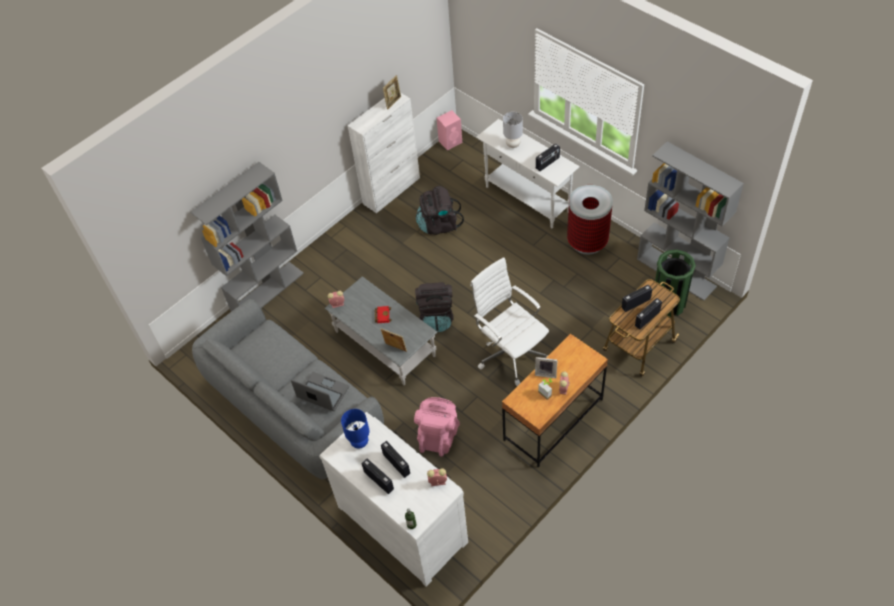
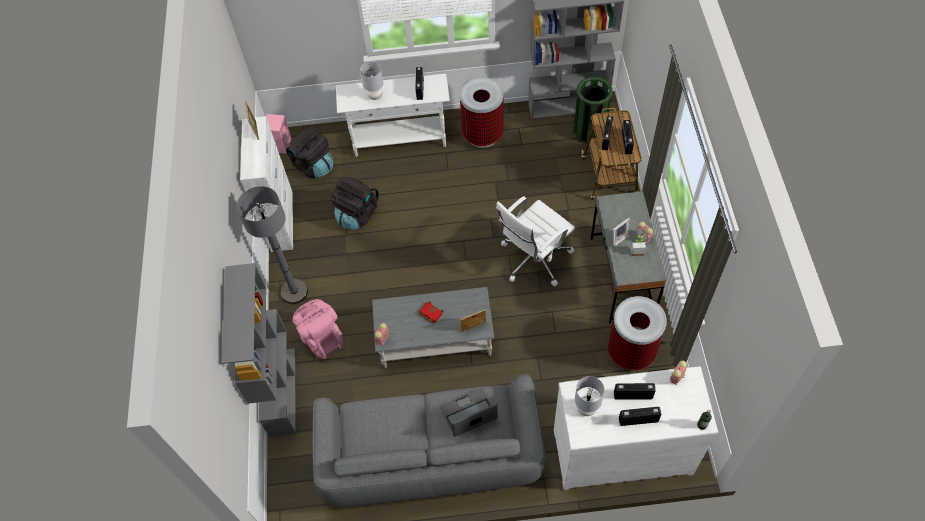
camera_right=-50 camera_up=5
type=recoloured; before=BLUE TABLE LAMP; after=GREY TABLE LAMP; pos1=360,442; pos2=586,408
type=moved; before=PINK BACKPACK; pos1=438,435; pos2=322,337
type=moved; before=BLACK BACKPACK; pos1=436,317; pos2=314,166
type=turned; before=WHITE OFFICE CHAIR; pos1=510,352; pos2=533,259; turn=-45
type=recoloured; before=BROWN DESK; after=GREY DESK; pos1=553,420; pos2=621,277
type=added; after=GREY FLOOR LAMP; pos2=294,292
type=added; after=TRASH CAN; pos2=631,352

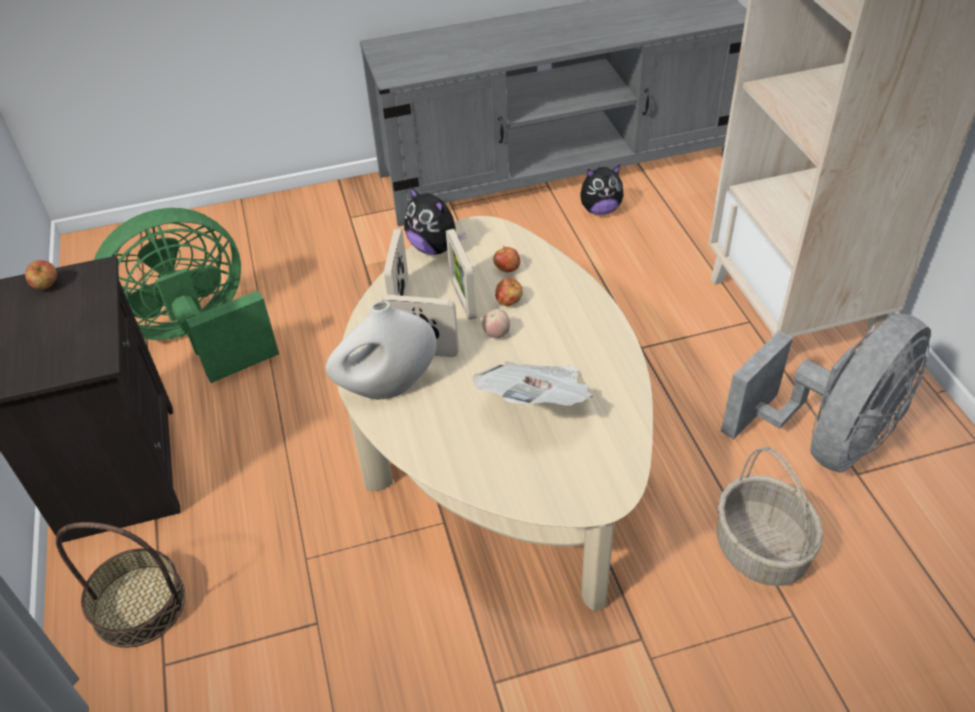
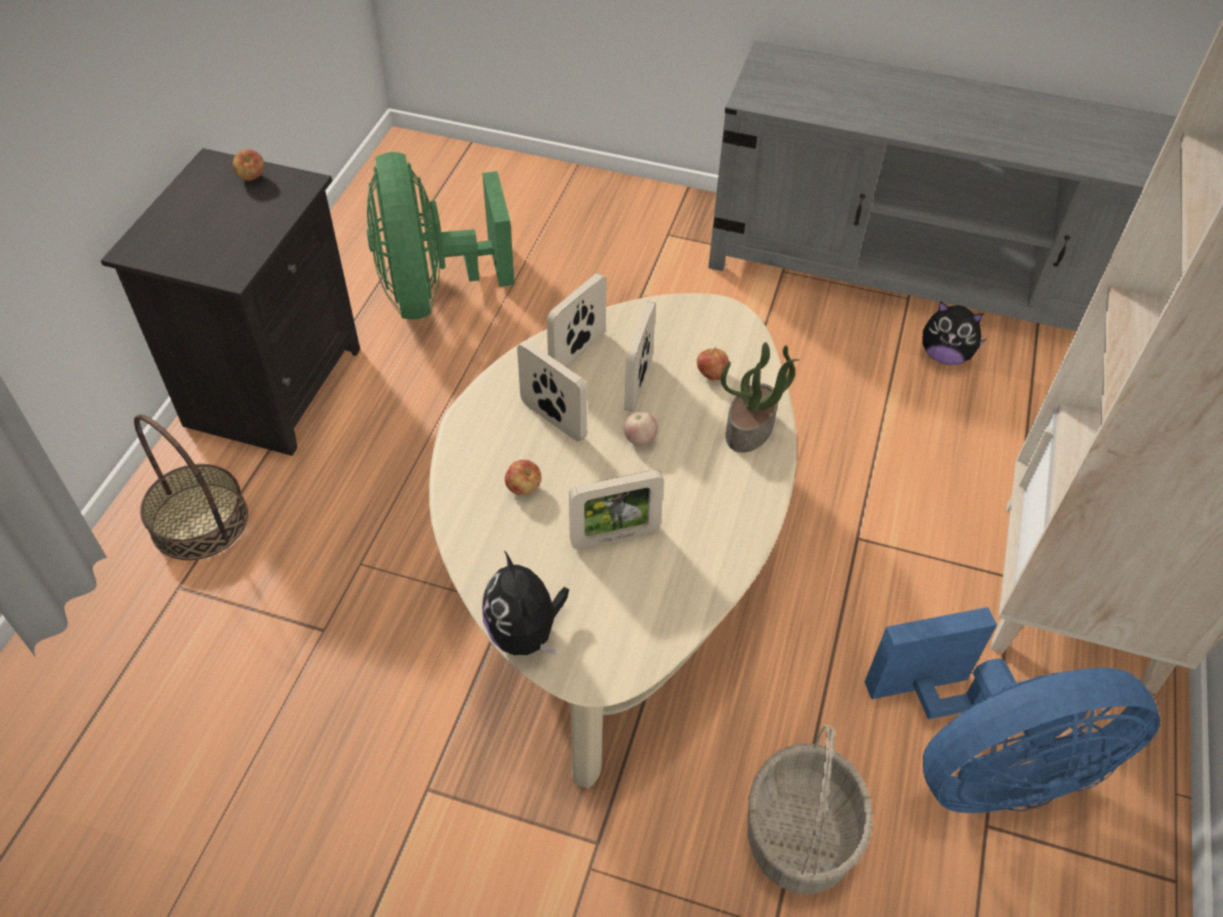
camera_right=30 camera_up=5
type=turned; before=GREEN FAN; pos1=199,337; pos2=433,291; turn=-105
type=removed; before=WHITE VASE; pos1=387,388
type=moved; before=PLUSH TOY; pos1=434,247; pos2=525,633
type=replaced; before=NEWSPAPER; after=PICTURE FRAME; pos1=537,403; pos2=615,537
type=moved; before=APPLE; pos1=509,302; pos2=523,488
type=recoloured; before=GREY FAN; after=BLUE FAN; pos1=827,440; pos2=985,766
type=added; after=POTTED PLANT; pos2=750,430

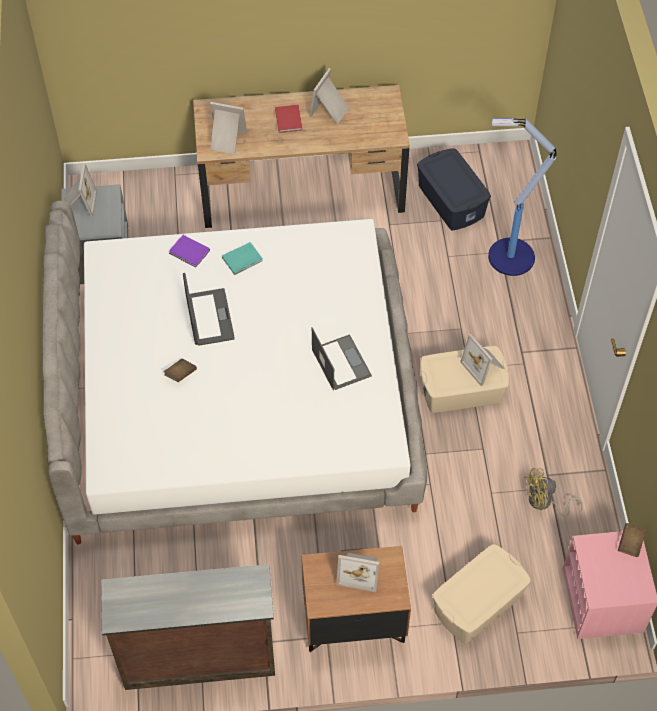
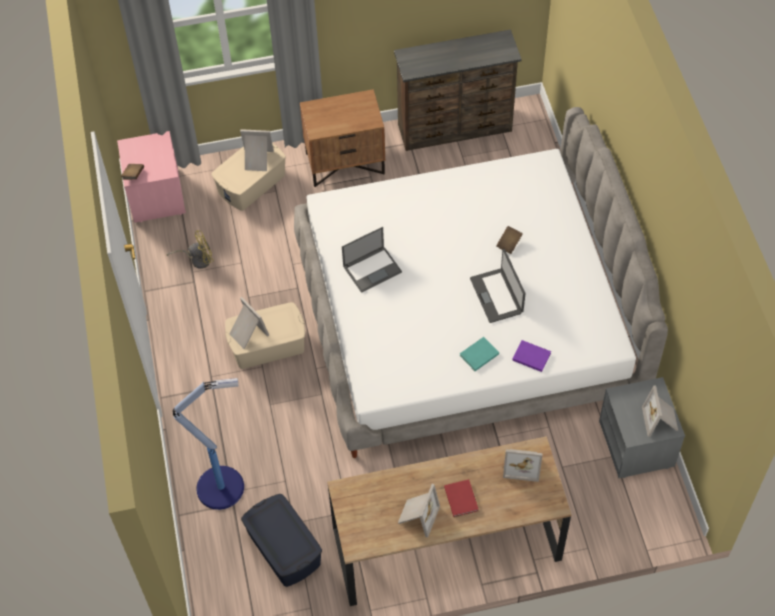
camera_right=175 camera_up=0
type=turned; before=LAPTOP; pos1=340,362; pos2=372,269; turn=-90
type=moved; before=PICTURE FRAME; pos1=359,571; pos2=257,160

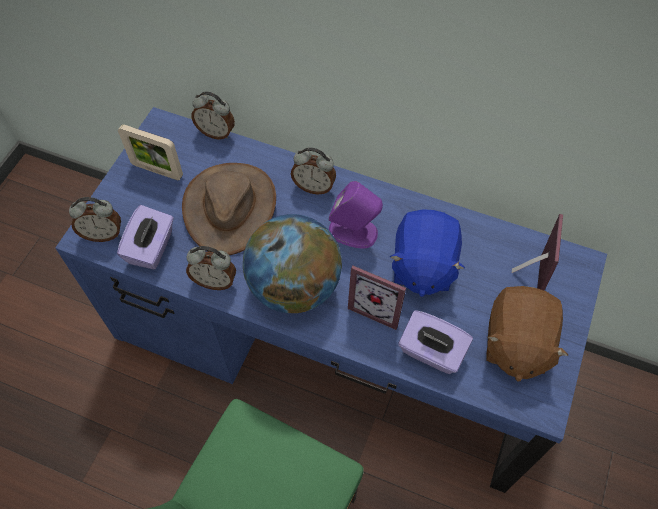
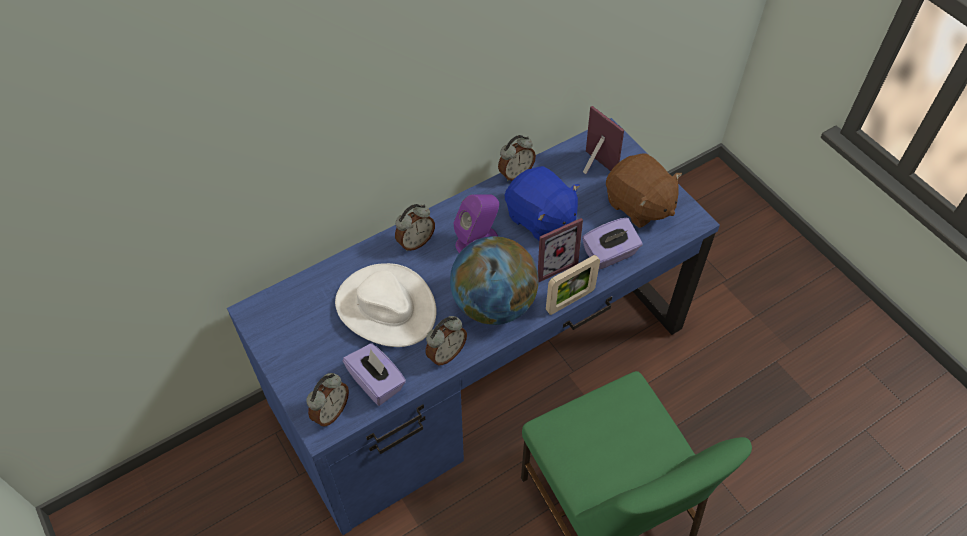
camera_right=-55 camera_up=-5
type=moved; before=PICTURE FRAME; pos1=157,170; pos2=570,301
type=recoloured; before=BROWN HAT; after=WHITE HAT; pos1=230,208; pos2=385,307
type=moved; before=ALARM CLOCK; pos1=216,132; pos2=515,173

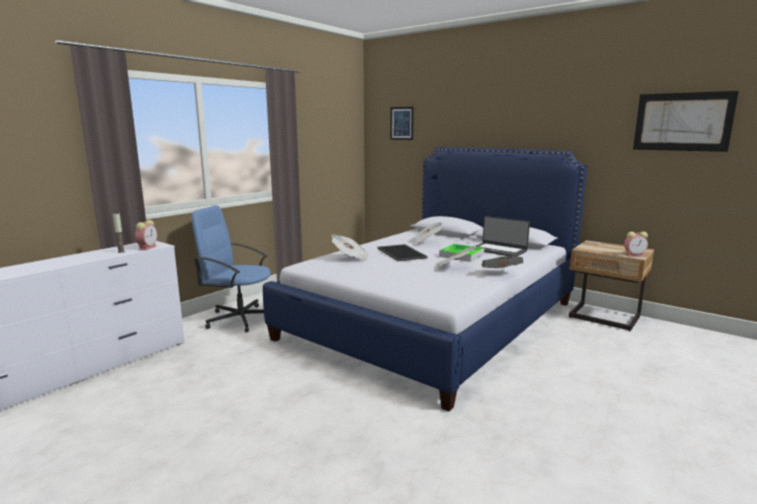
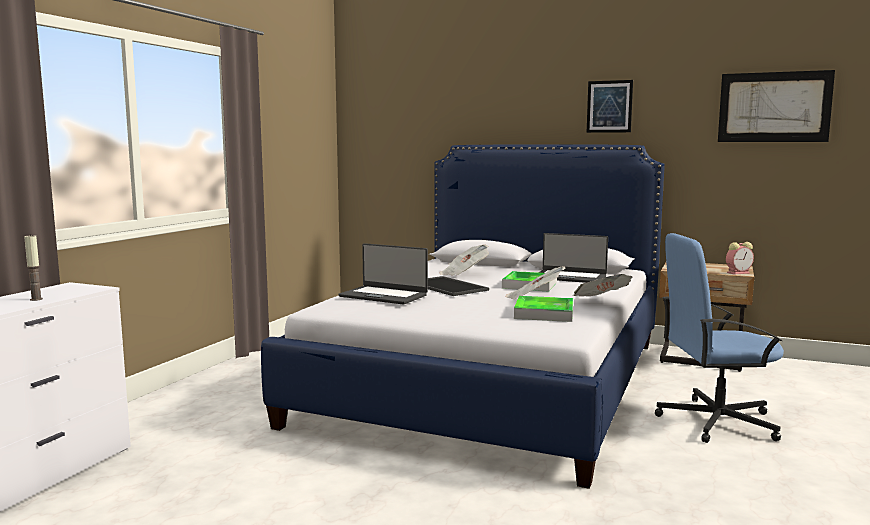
camera_right=-15 camera_up=-5
type=removed; before=ALARM CLOCK; pos1=148,247
type=moved; before=BLUE OFFICE CHAIR; pos1=240,318; pos2=715,421
type=replaced; before=NEWSPAPER; after=LAPTOP; pos1=351,258; pos2=384,295
type=moved; before=PICTURE; pos1=401,123; pos2=609,106
type=added; after=TRAY; pos2=544,313

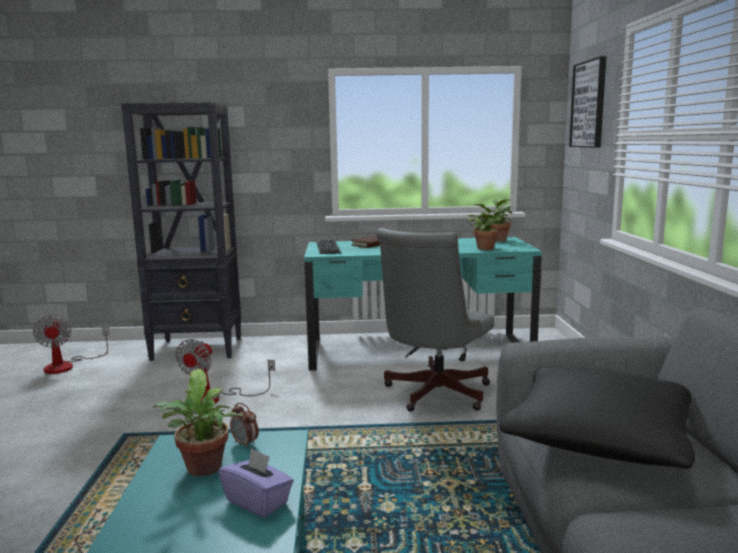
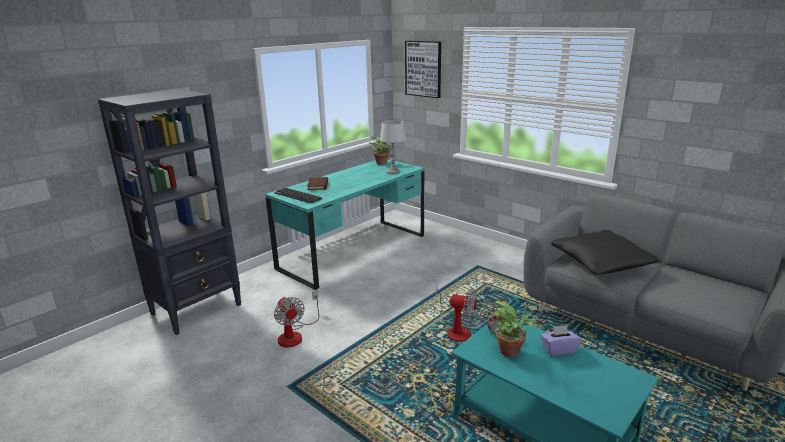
camera_right=-45 camera_up=10
type=moved; before=FAN; pos1=67,365; pos2=455,330
type=removed; before=GREY OFFICE CHAIR; pos1=433,394
type=replaced; before=POTTED PLANT; after=GREY TABLE LAMP; pos1=487,248; pos2=393,172

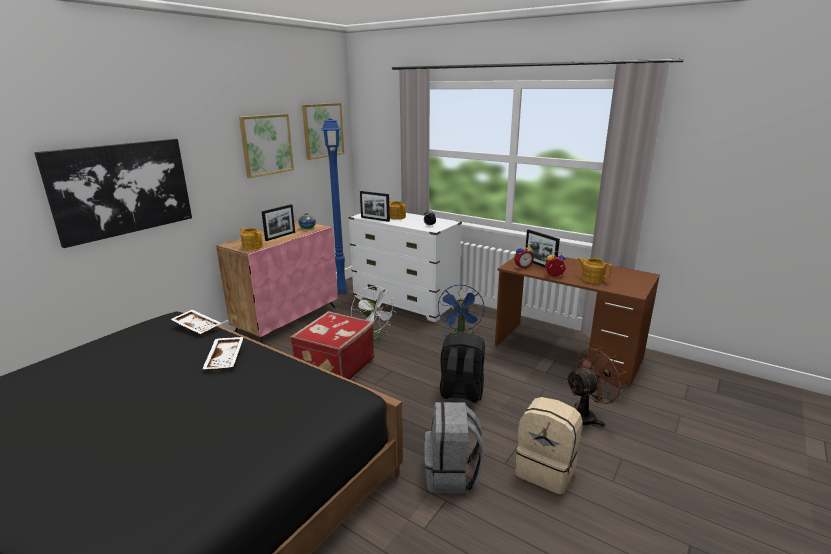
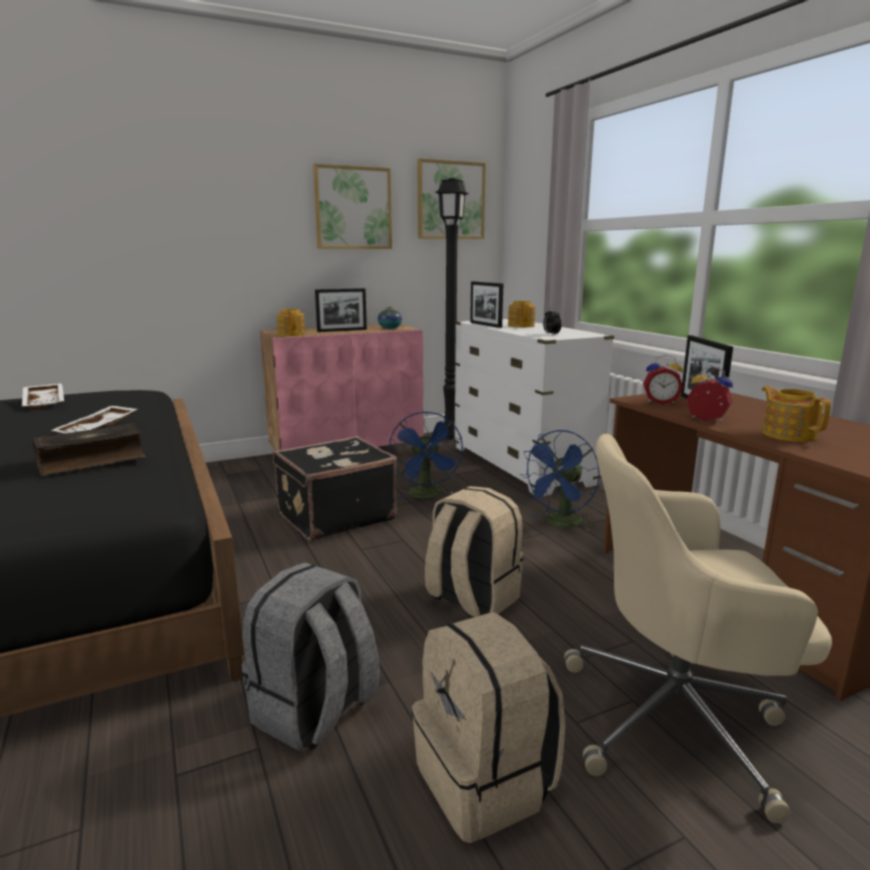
camera_right=30 camera_up=-5
type=removed; before=PICTURE; pos1=122,189
type=moved; before=WHITE TRAY; pos1=198,326; pos2=46,402
type=recoloured; before=RED SUITCASE; after=BLACK SUITCASE; pos1=334,367; pos2=335,516
type=recoloured; before=BLUE FLOOR LAMP; after=BLACK FLOOR LAMP; pos1=342,290; pos2=451,437
type=recoloured; before=WHITE FAN; after=BLUE FAN; pos1=374,338; pos2=427,496
type=recoloured; before=BLACK BACKPACK; after=BEIGE BACKPACK; pos1=461,393; pos2=471,599
type=replaced; before=BROWN FAN; after=BEIGE OFFICE CHAIR; pos1=587,417; pos2=677,719
type=added; after=BOOK; pos2=92,460

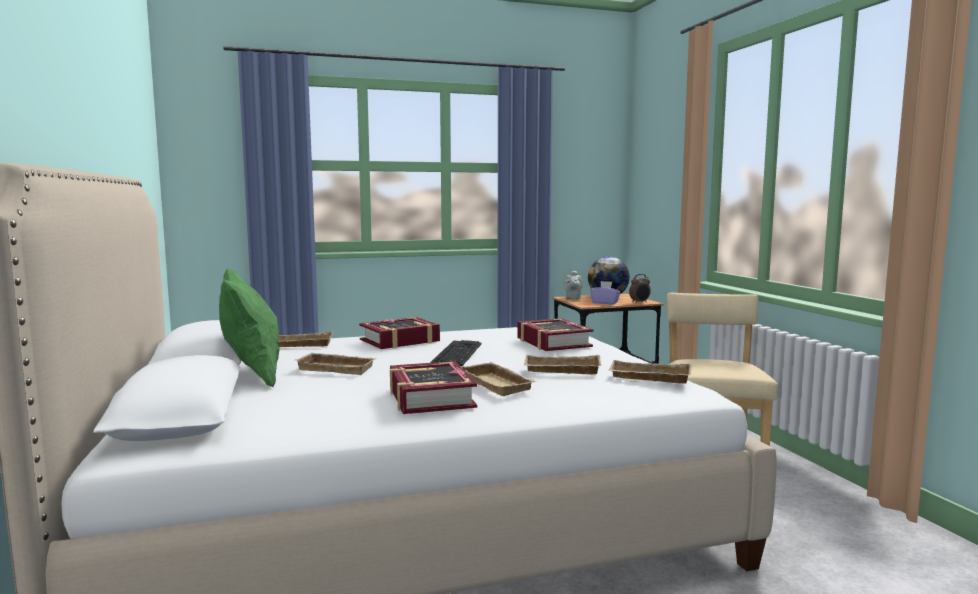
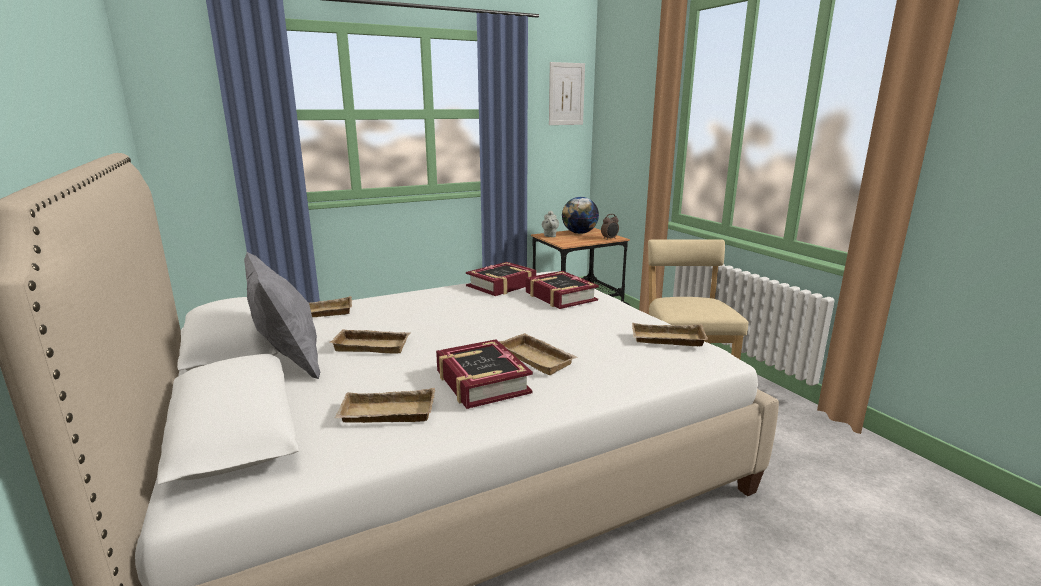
camera_right=-10 camera_up=10
type=recoloured; before=GREEN PILLOW; after=GREY PILLOW; pos1=252,375; pos2=289,362
type=moved; before=BOOK; pos1=400,341; pos2=501,285
type=removed; before=KEYBOARD; pos1=456,353
type=moved; before=BEIGE TRAY; pos1=561,370; pos2=386,414
type=removed; before=PURPLE TISSUE BOX; pos1=605,303
type=added; after=PICTURE; pos2=566,94

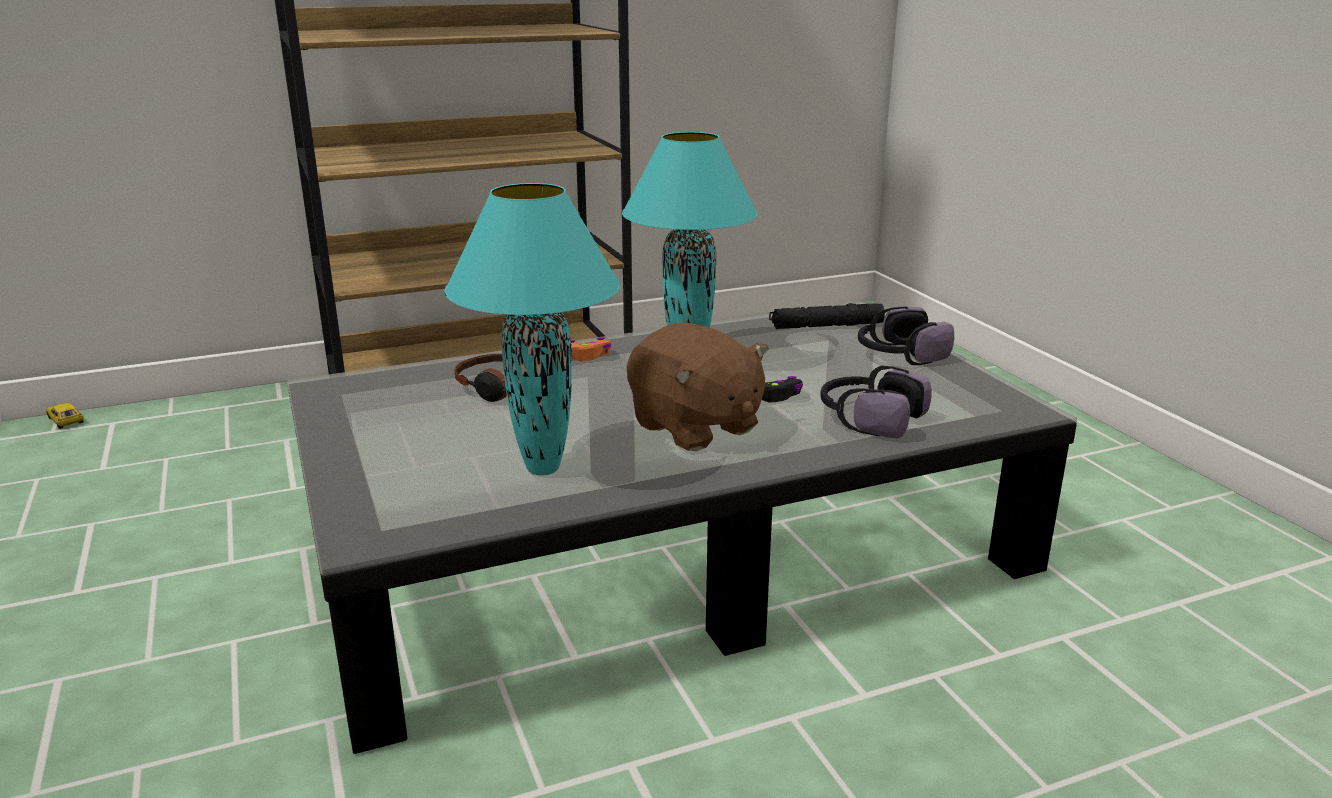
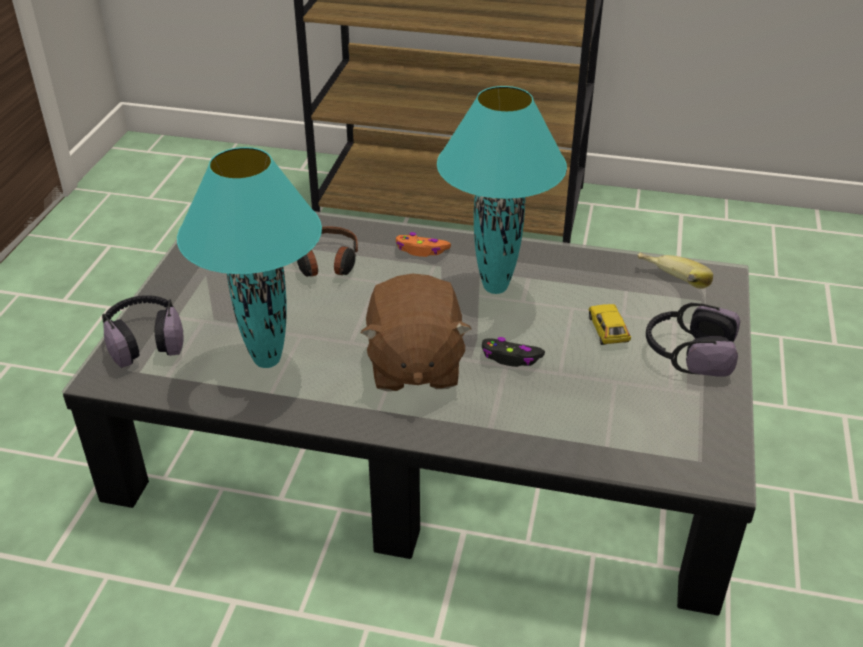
camera_right=35 camera_up=15
type=moved; before=TOY CAR; pos1=66,420; pos2=608,330
type=replaced; before=BLACK FLASHLIGHT; after=BANANA; pos1=826,326; pos2=668,288
type=moved; before=HEADPHONES; pos1=869,419; pos2=145,340

